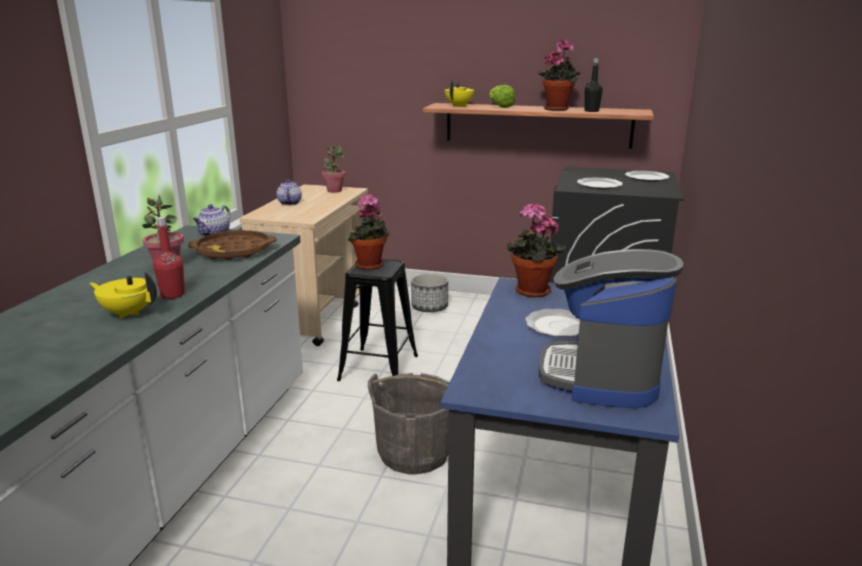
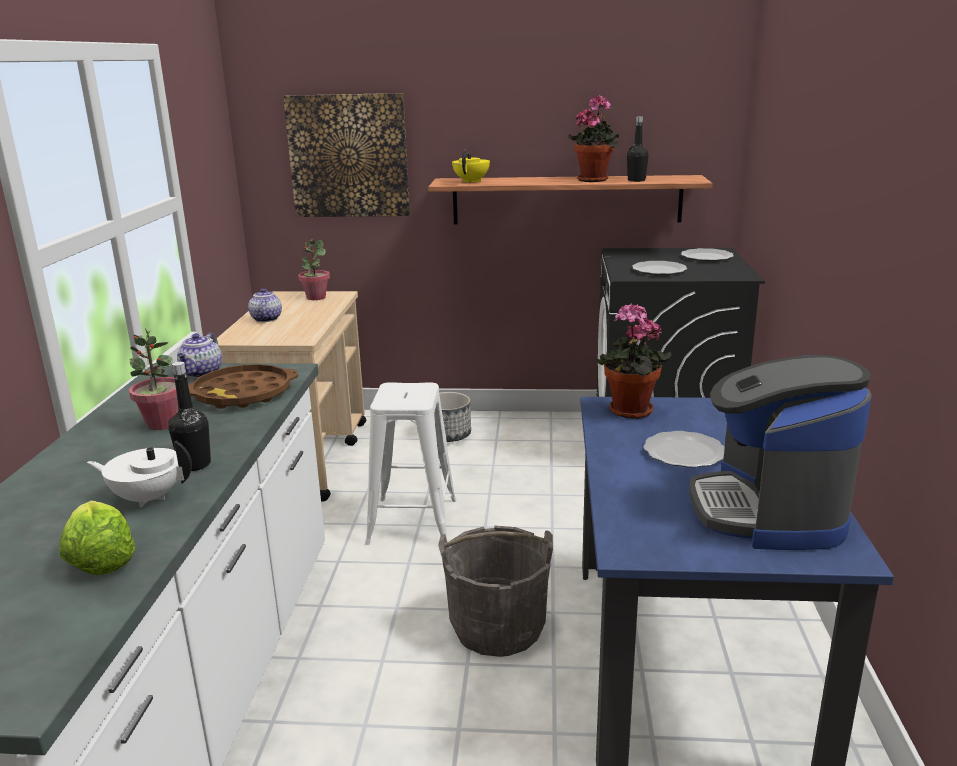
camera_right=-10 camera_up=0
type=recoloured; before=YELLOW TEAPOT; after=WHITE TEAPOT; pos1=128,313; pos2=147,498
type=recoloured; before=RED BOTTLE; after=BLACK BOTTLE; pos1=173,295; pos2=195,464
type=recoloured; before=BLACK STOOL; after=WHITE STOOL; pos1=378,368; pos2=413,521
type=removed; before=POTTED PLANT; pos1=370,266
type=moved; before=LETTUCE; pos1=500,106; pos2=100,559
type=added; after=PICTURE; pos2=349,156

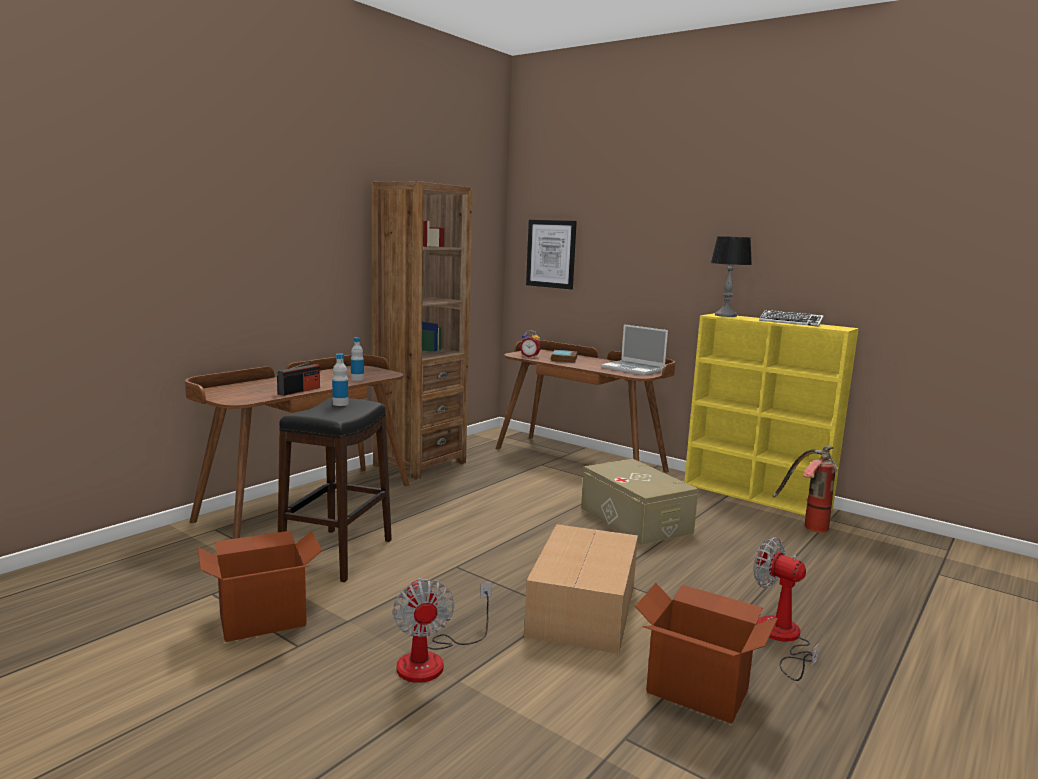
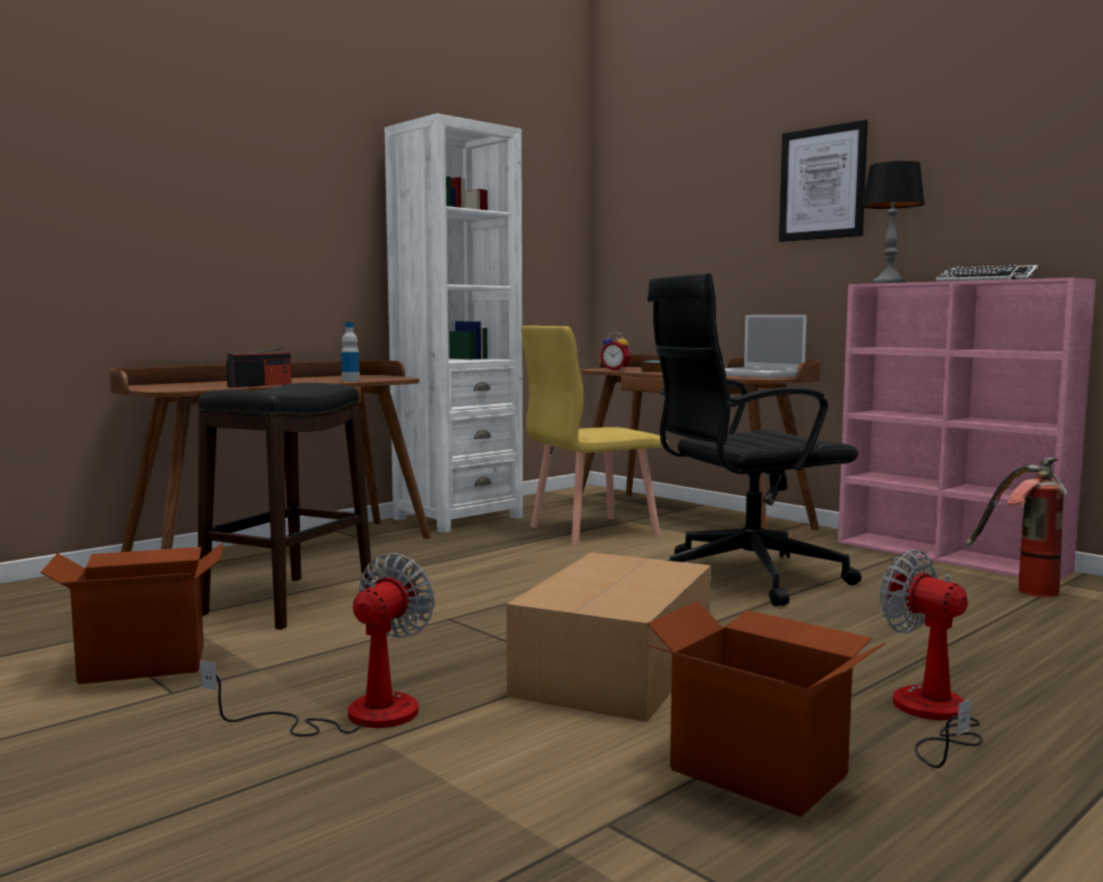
camera_right=10 camera_up=-5
type=removed; before=BOTTLE; pos1=340,404
type=recoloured; before=BROWN BOOKCASE; after=WHITE BOOKCASE; pos1=419,464; pos2=458,518
type=turned; before=FAN; pos1=433,659; pos2=355,715; turn=-150
type=moved; before=PICTURE; pos1=551,254; pos2=822,183
type=replaced; before=BEIGE STORAGE BOX; after=BLACK OFFICE CHAIR; pos1=635,520; pos2=744,577
type=recoloured; before=YELLOW BOOKCASE; after=PINK BOOKCASE; pos1=757,496; pos2=951,556
type=added; after=YELLOW CHAIR; pos2=592,531

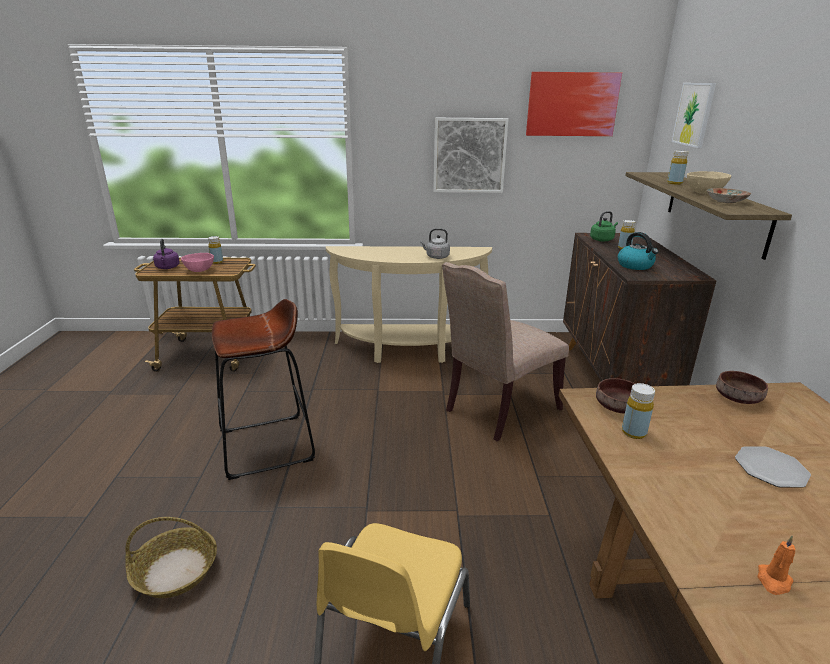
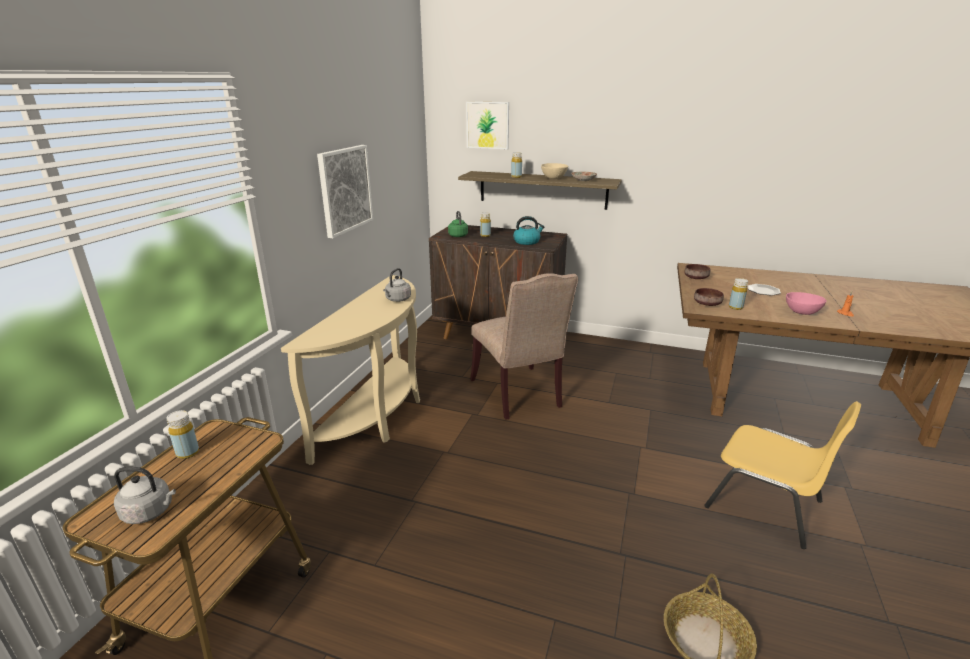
camera_right=-70 camera_up=0
type=recoloured; before=PURPLE KETTLE; after=GREY KETTLE; pos1=167,268; pos2=150,512
type=moved; before=PINK BOWL; pos1=199,270; pos2=802,312
type=removed; before=BROWN STOOL; pos1=267,445
type=removed; before=PICTURE; pos1=572,104

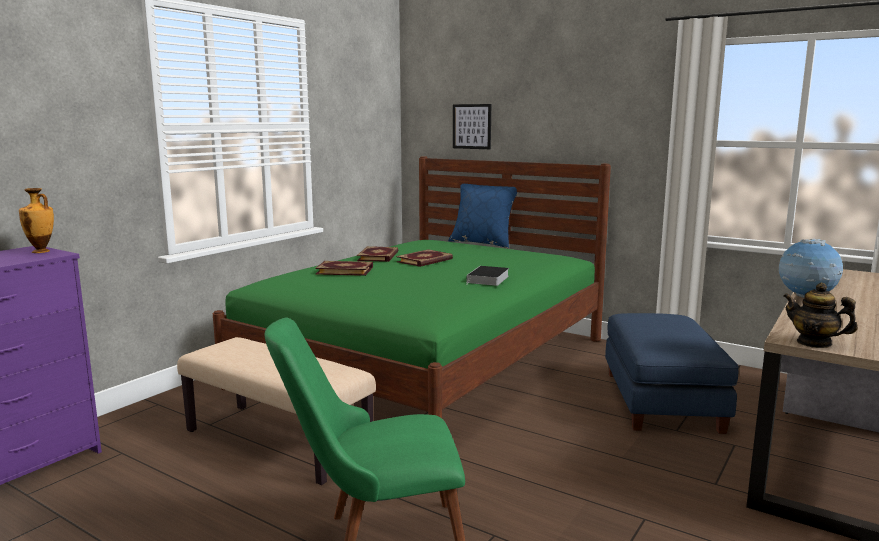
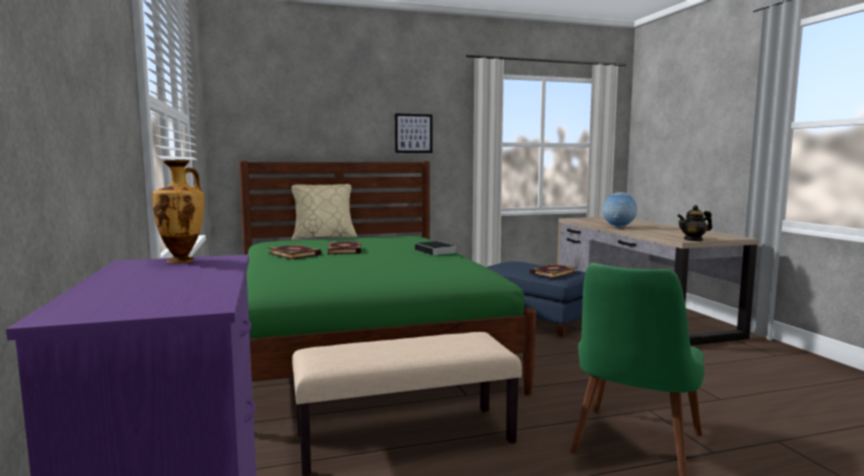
camera_right=-50 camera_up=-5
type=moved; before=BOOK; pos1=345,270; pos2=552,273
type=recoloured; before=BLUE PILLOW; after=BEIGE PILLOW; pos1=483,243; pos2=324,237
type=moved; before=PICTURE; pos1=472,126; pos2=413,133

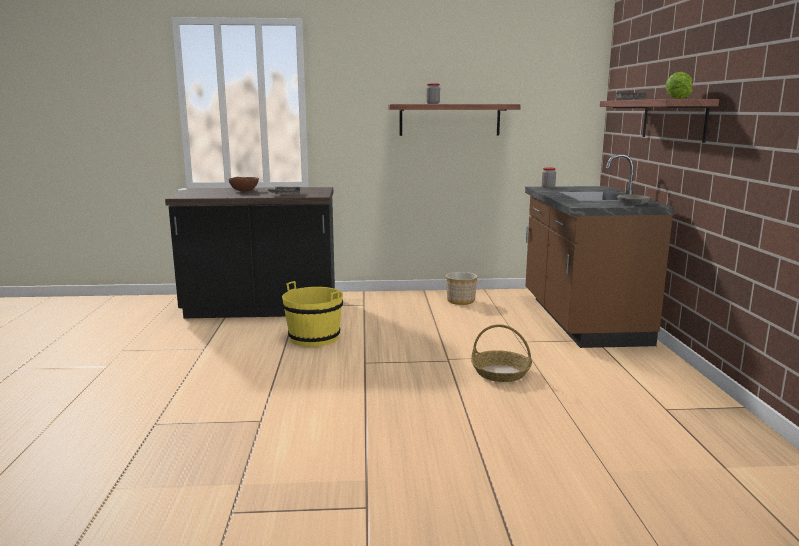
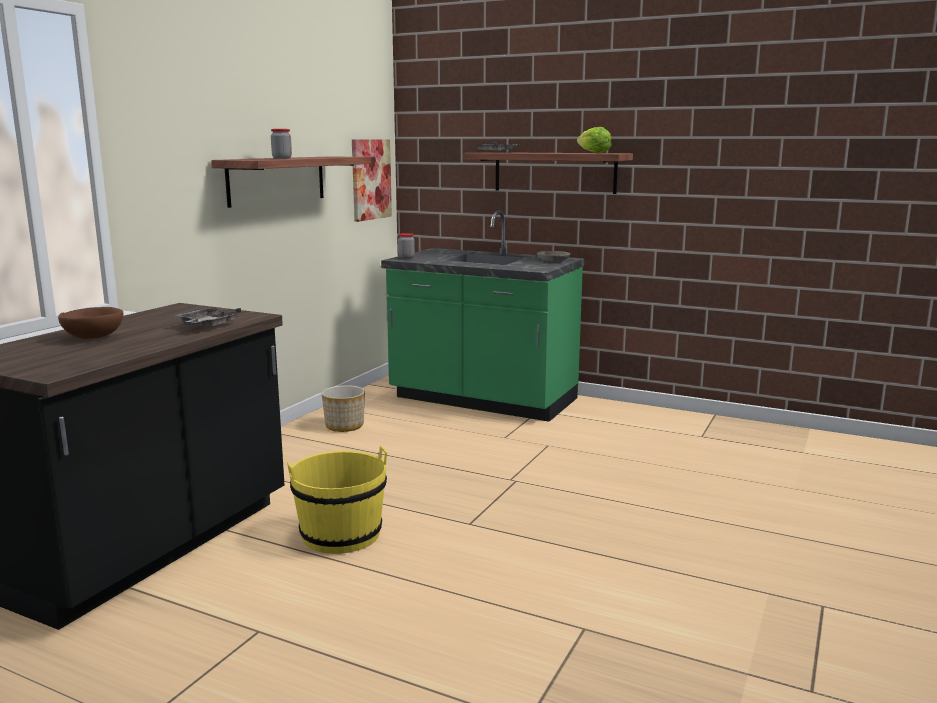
camera_right=-60 camera_up=0
type=removed; before=BASKET; pos1=501,373
type=recoloured; before=BROWN COUNTER; after=GREEN COUNTER; pos1=581,320; pos2=483,400
type=added; after=PICTURE; pos2=370,179

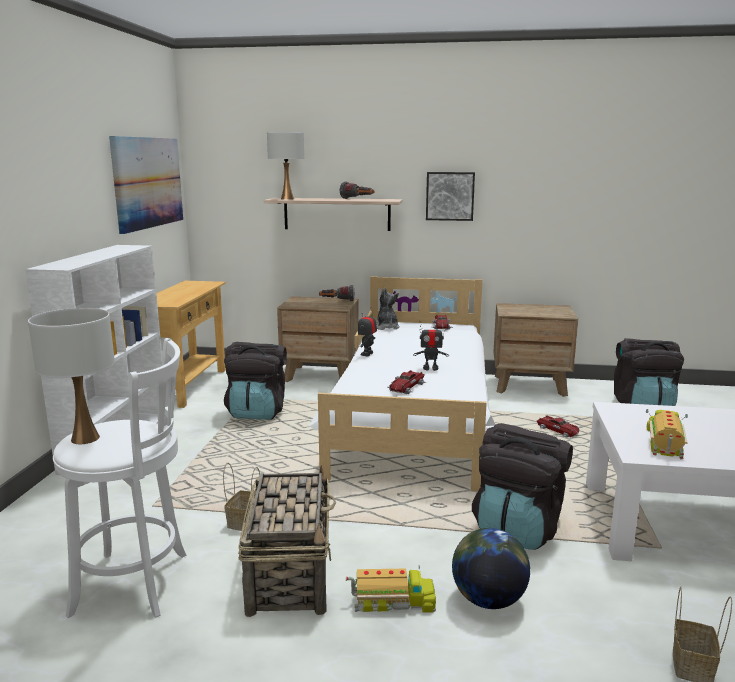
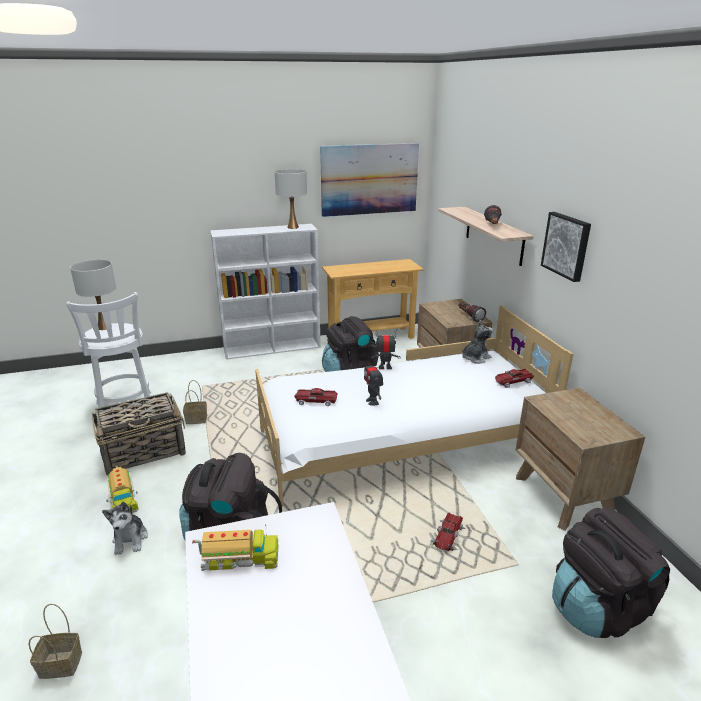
camera_right=65 camera_up=10
type=moved; before=WHITE TABLE LAMP; pos1=287,199; pos2=293,227
type=replaced; before=GLOBE; after=PLUSH TOY; pos1=488,599; pos2=130,539

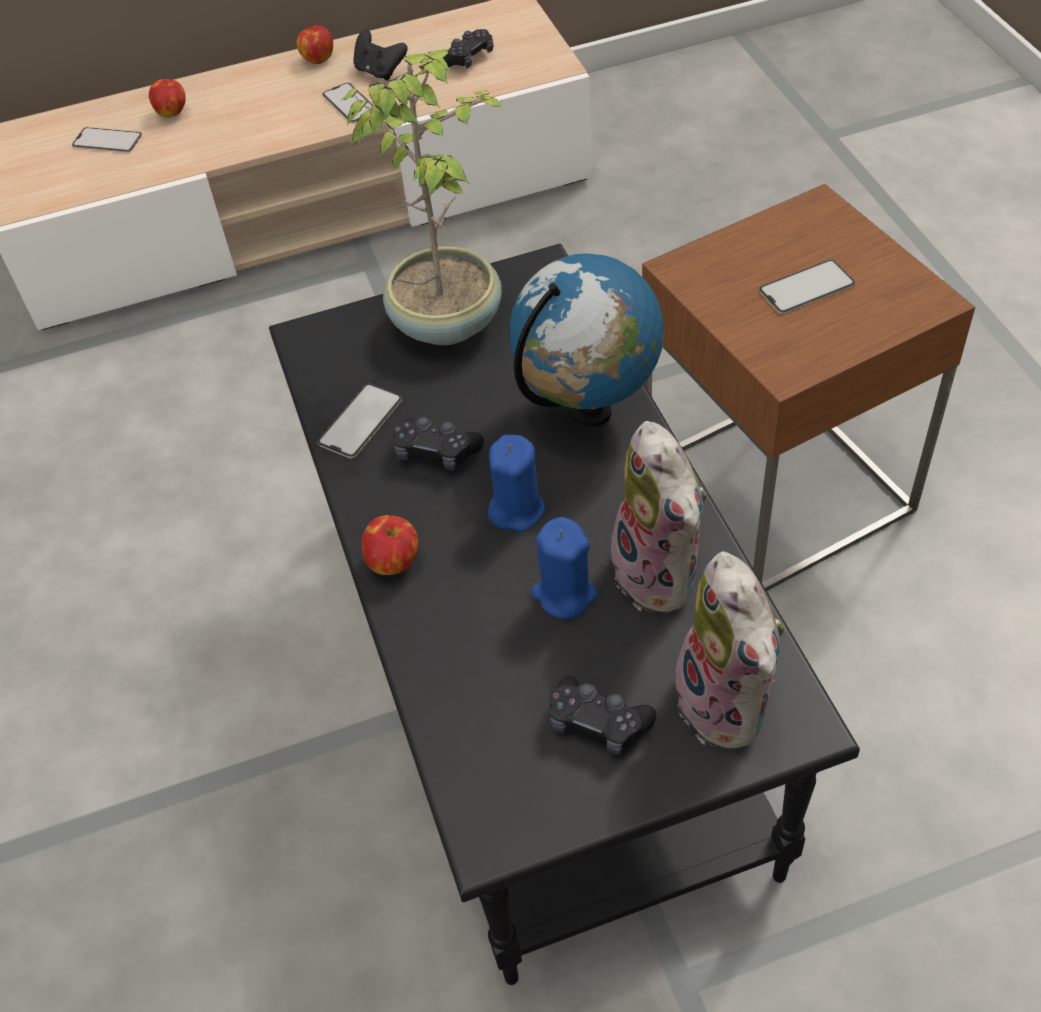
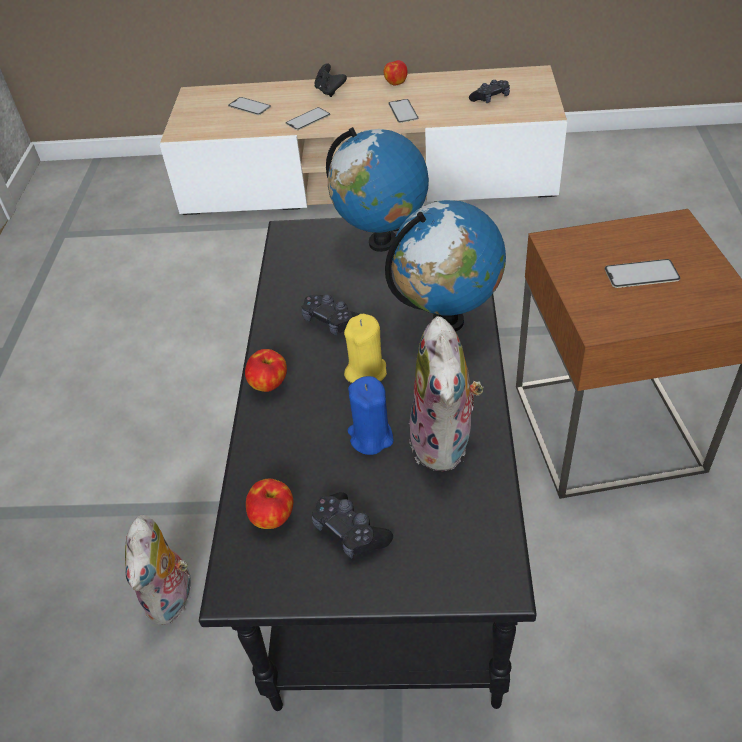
camera_right=20 camera_up=-5
type=moved; before=APPLE; pos1=172,112; pos2=273,517
type=moved; before=PHONE; pos1=360,421; pos2=308,119
type=replaced; before=POTTED PLANT; after=GLOBE; pos1=448,320; pos2=382,242
type=moved; before=BLACK GAME CONTROLLER; pos1=380,71; pos2=330,91
type=recoloured; before=BLUE CANDLE; after=YELLOW CANDLE; pos1=516,509; pos2=366,372
type=moved; before=PLUSH TOY; pos1=729,704; pos2=173,599

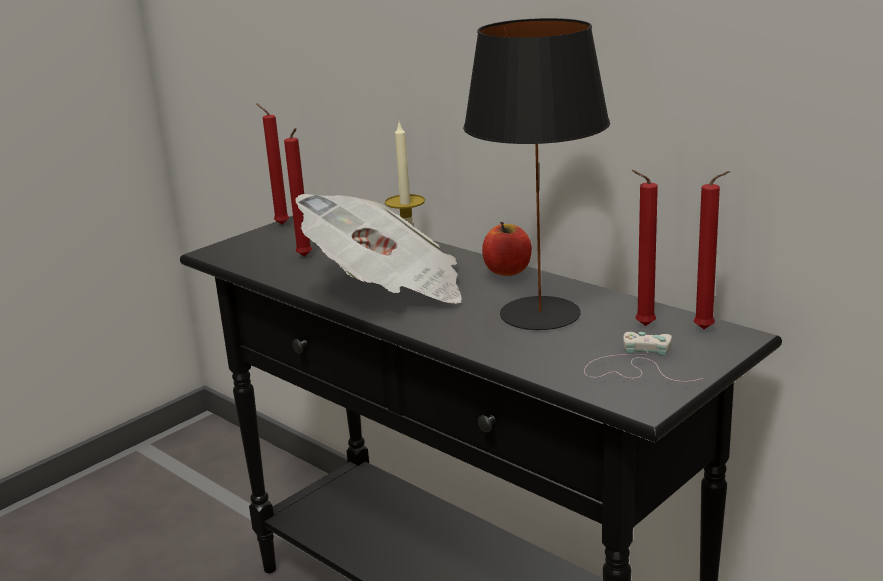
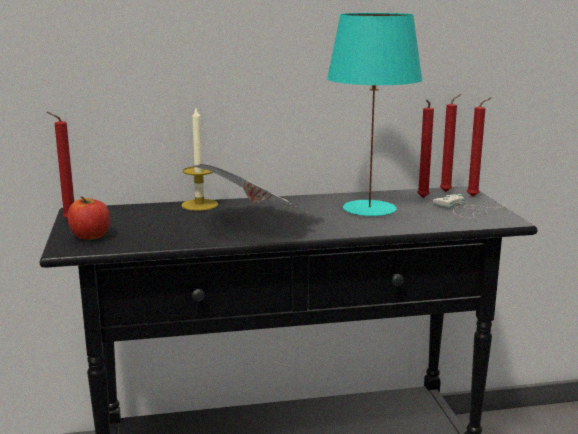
camera_right=-55 camera_up=-5
type=moved; before=RED CANDLE; pos1=305,257; pos2=474,196
type=recoloured; before=BLACK TABLE LAMP; after=TURQUOISE TABLE LAMP; pos1=540,313; pos2=369,208
type=moved; before=APPLE; pos1=507,271; pos2=90,236

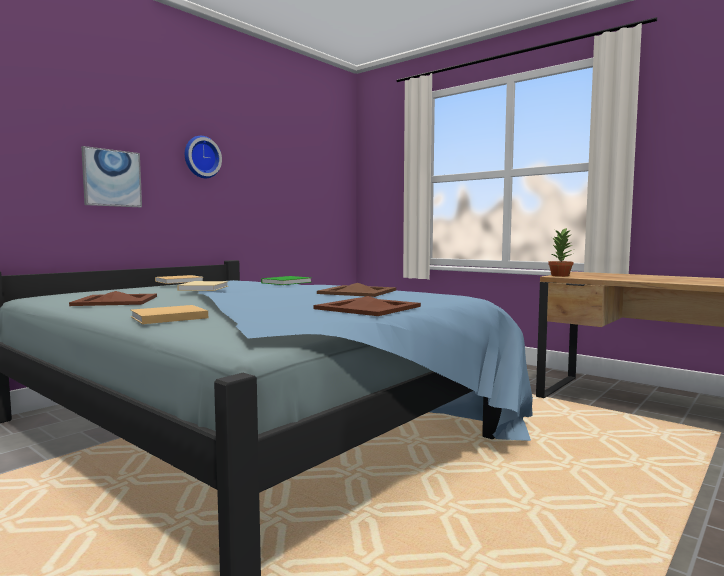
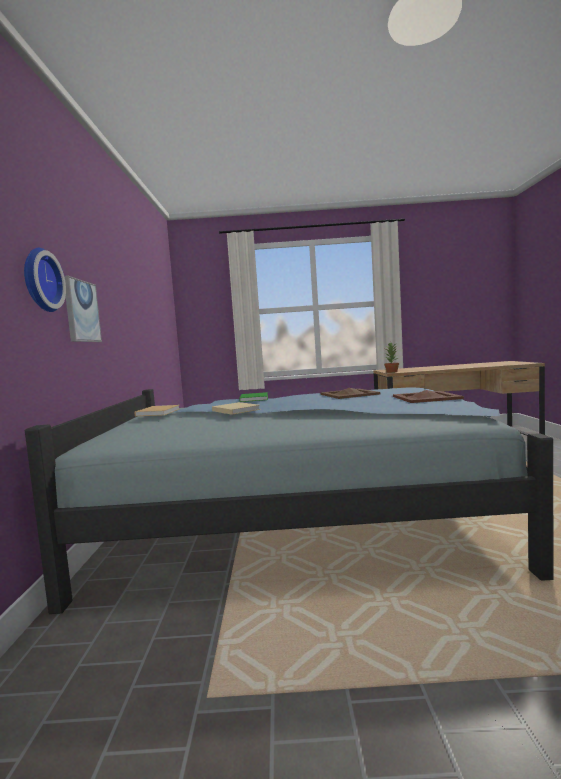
camera_right=-40 camera_up=0
type=removed; before=BROWN TRAY; pos1=115,301
type=removed; before=BEIGE BOOK; pos1=167,317
type=moved; before=WALL CLOCK; pos1=201,157; pos2=39,280

